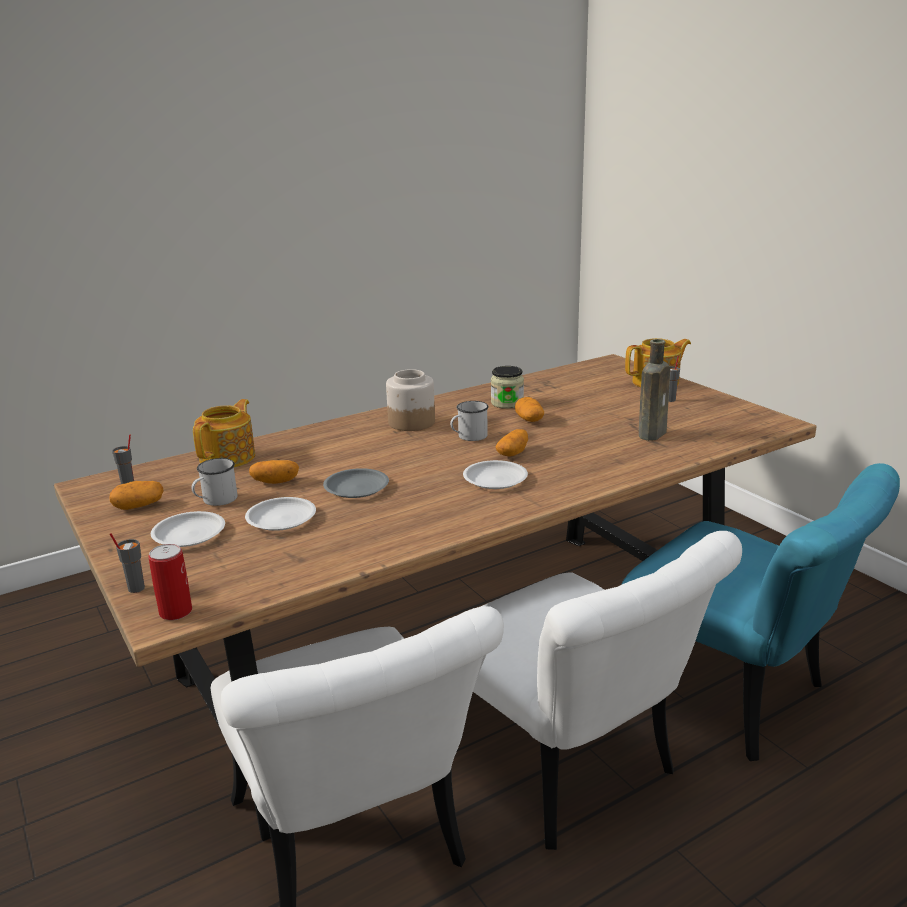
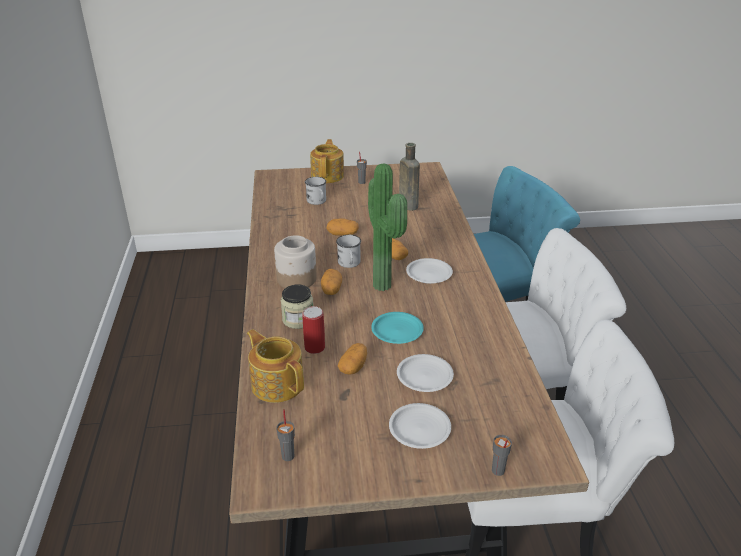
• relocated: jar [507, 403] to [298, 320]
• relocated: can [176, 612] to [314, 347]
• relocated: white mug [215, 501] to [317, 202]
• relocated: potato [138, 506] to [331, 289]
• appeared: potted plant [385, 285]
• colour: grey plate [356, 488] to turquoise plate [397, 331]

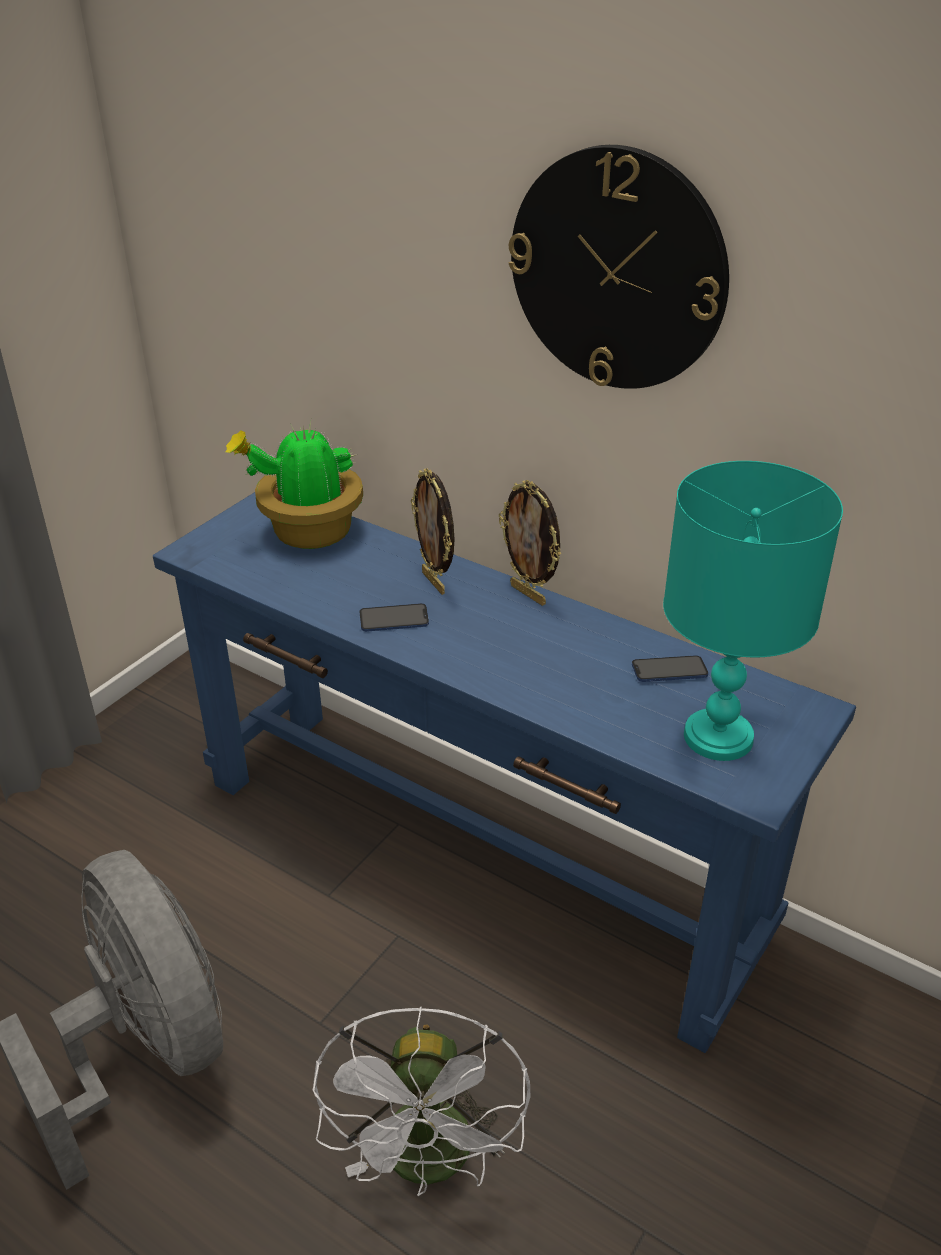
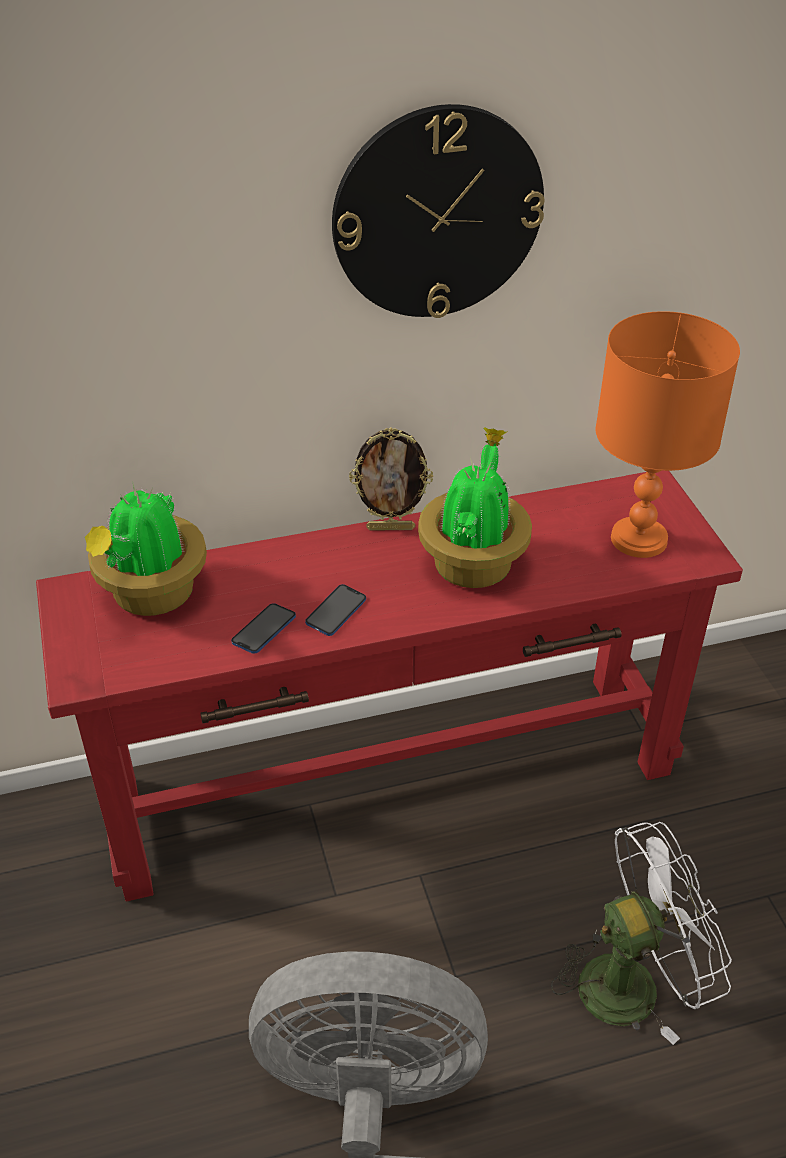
• colour: blue console table [474, 856] to red console table [391, 780]
• relocated: phone [669, 670] to [264, 630]
• appeared: potted plant [473, 562]
• spun: white fan [430, 1164] = [632, 981] 60 degrees counterclockwise
• colour: turquoise table lamp [719, 736] to orange table lamp [638, 538]
• missing: picture frame [435, 582]

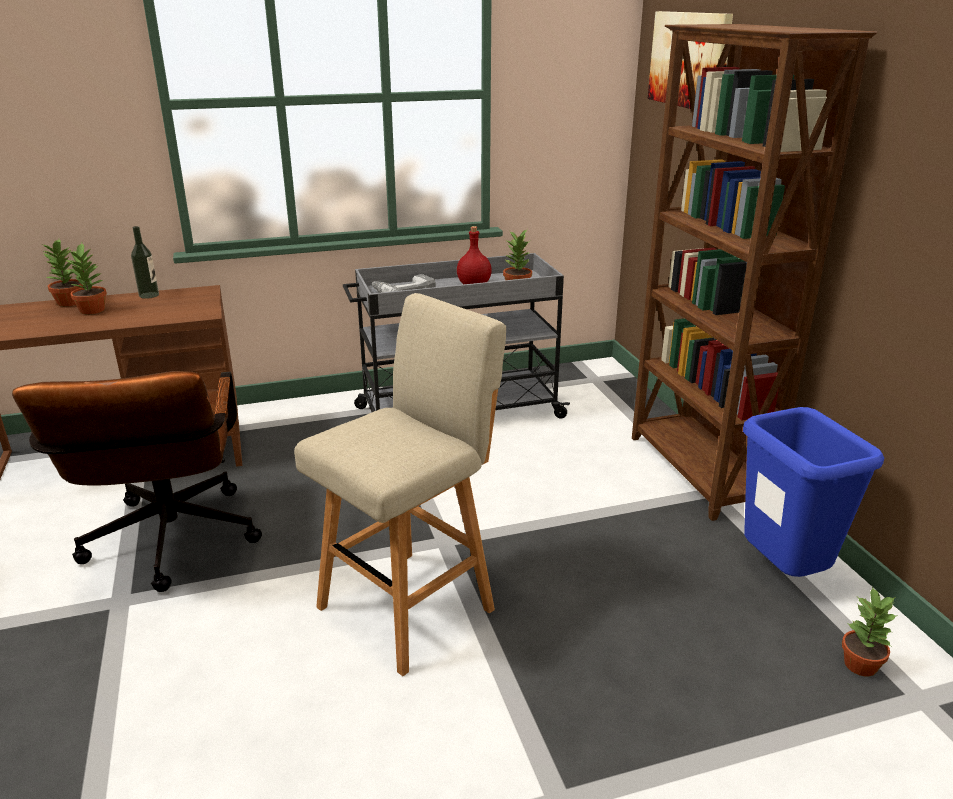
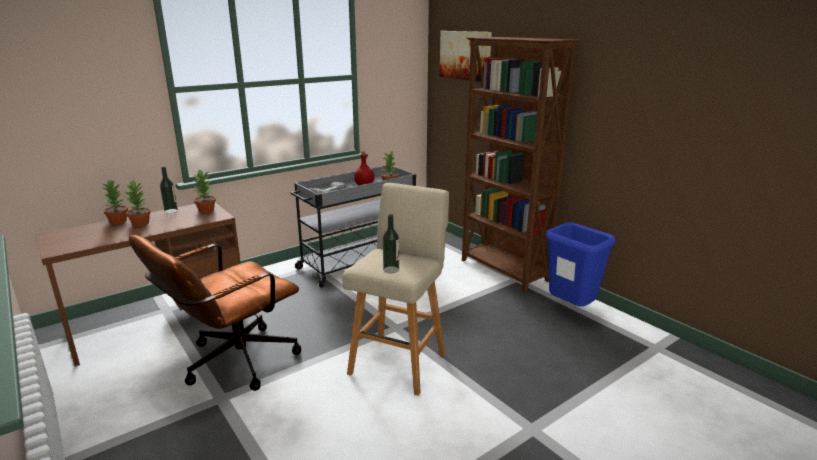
• spun: brown office chair [170, 547] = [232, 363] 75 degrees clockwise
• relocated: potted plant [861, 664] to [206, 210]
• appeared: bottle [391, 269]

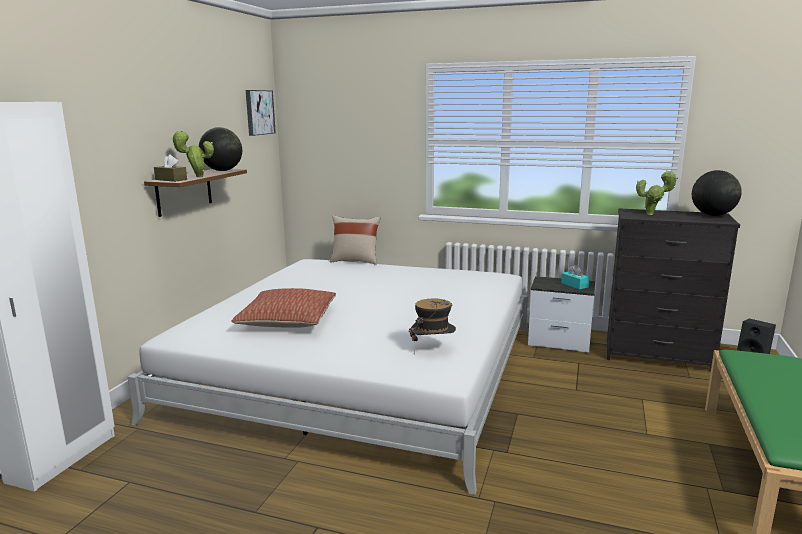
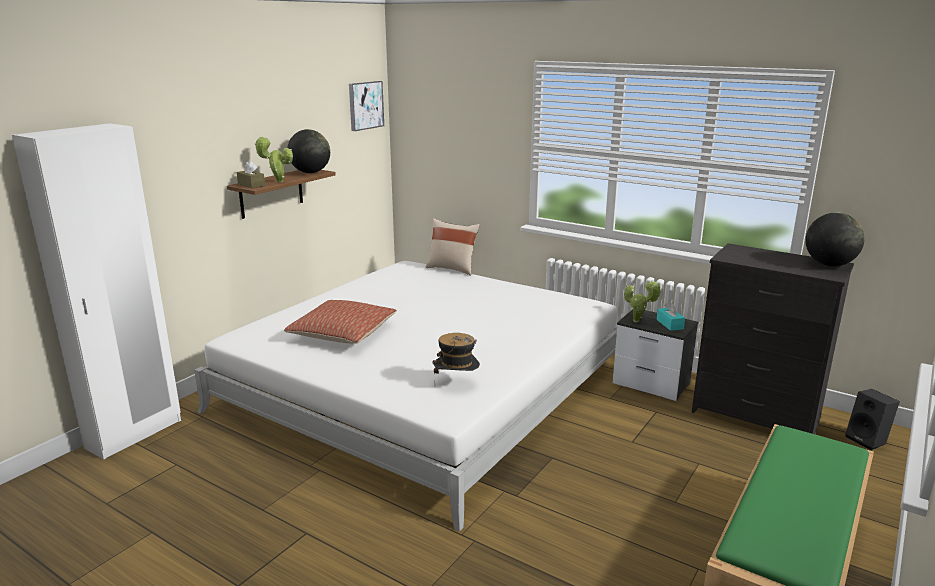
• relocated: potted plant [652, 214] to [638, 321]

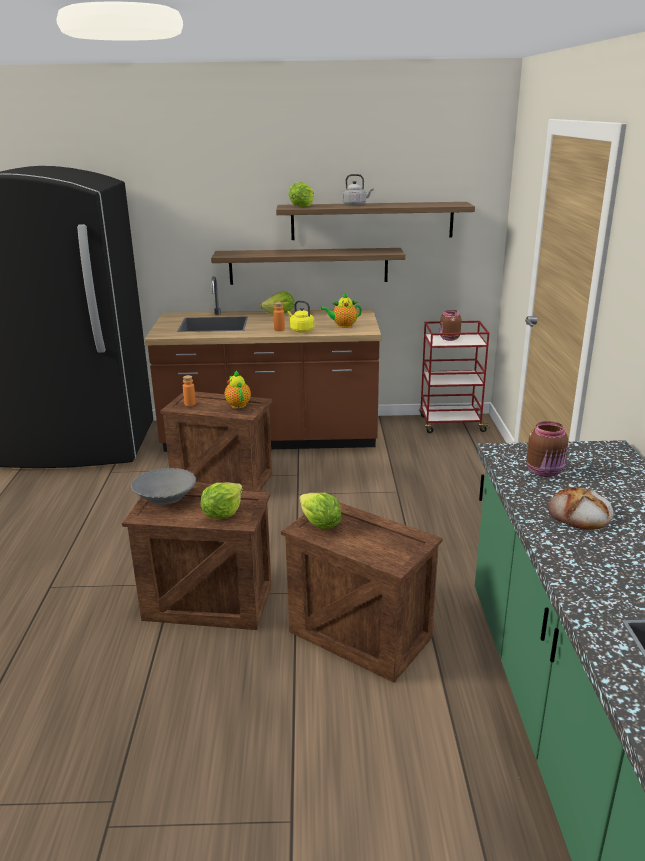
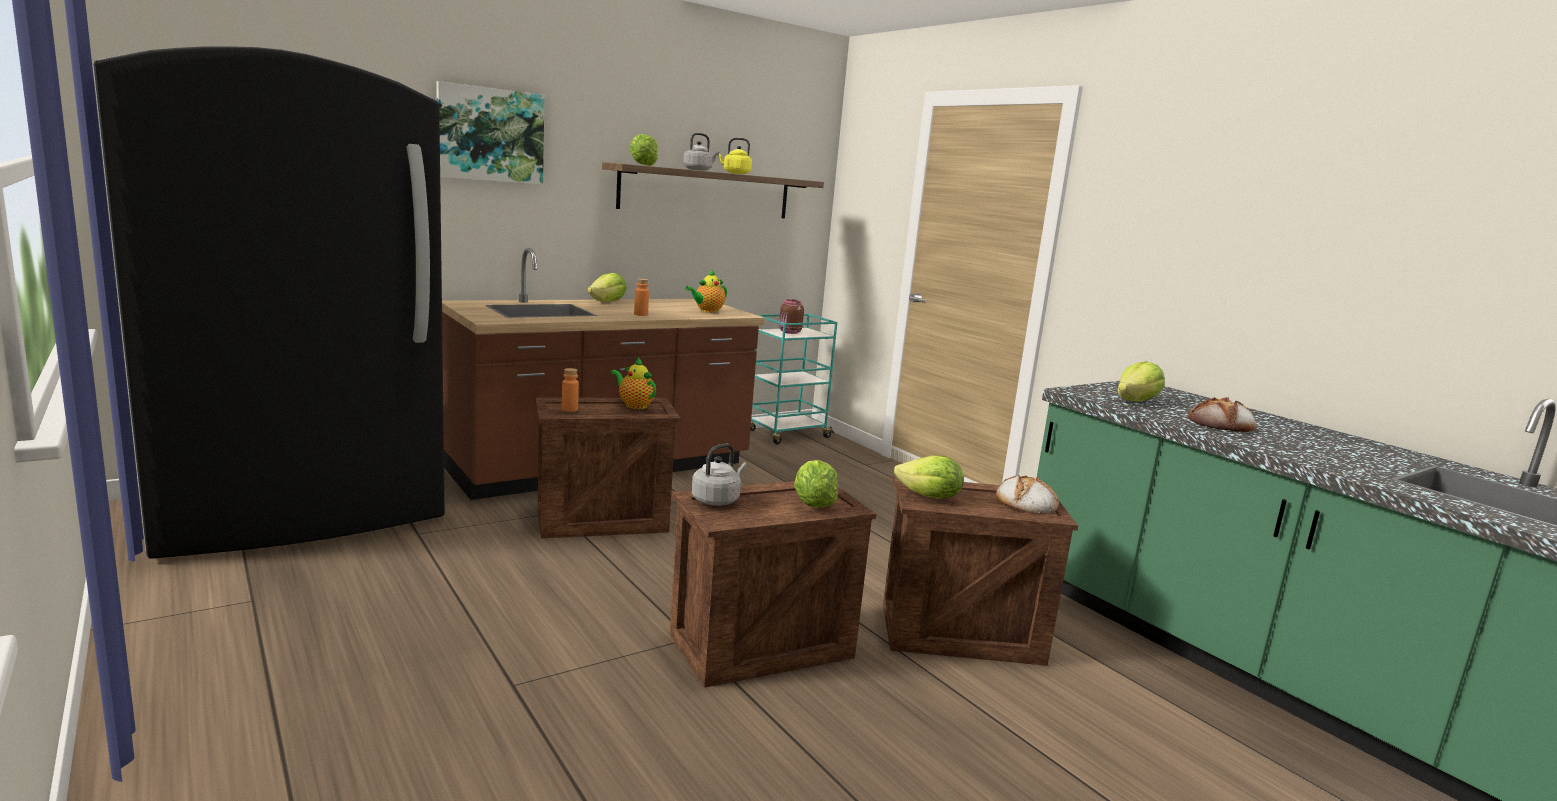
• appeared: picture [490, 135]
• exchanged: grey bowl [165, 498] to grey kettle [717, 500]
• relocated: yellow kettle [300, 330] to [735, 173]
• colour: red cart [450, 424] to turquoise cart [787, 434]
• appeared: bread [1025, 502]
• exchanged: brown jar [545, 472] to lettuce [1136, 401]
• missing: shelf [308, 266]

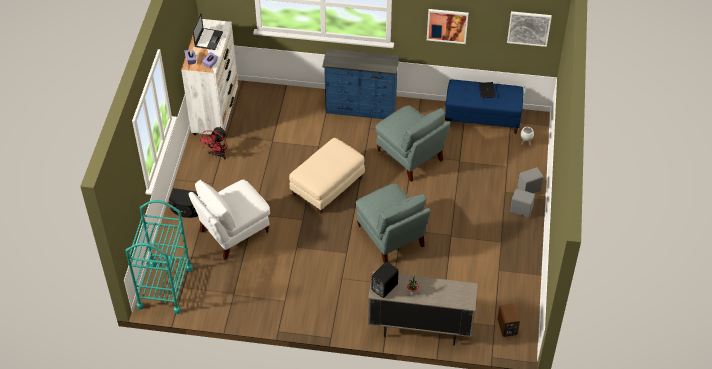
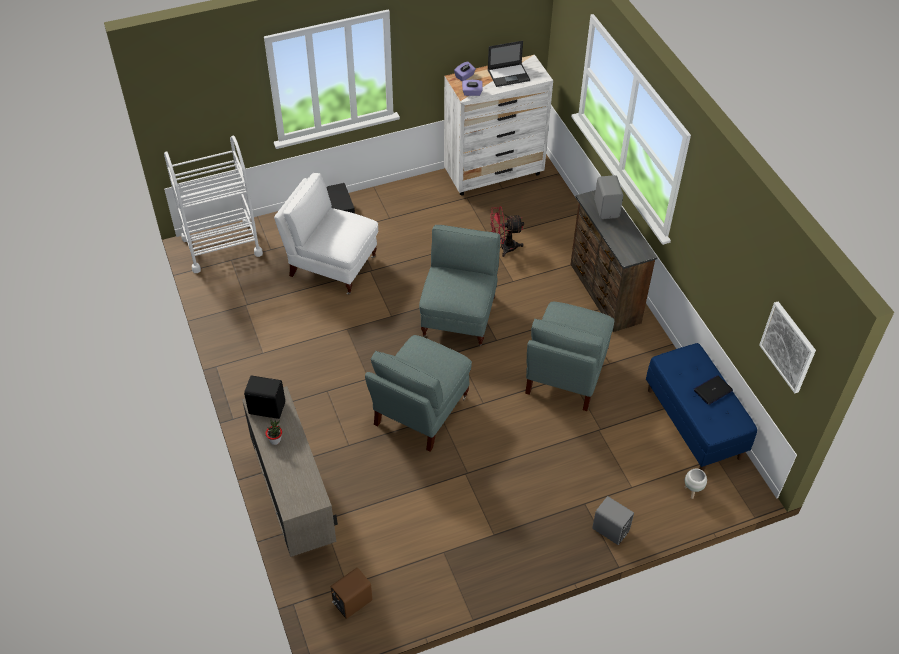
• colour: turquoise cart [165, 287] to white cart [222, 246]
• exchanged: beige ottoman [328, 185] to grey armchair [459, 316]
• relocated: red fan [217, 155] to [503, 247]
• colour: blue dresser [361, 109] to brown dresser [604, 294]
• relocated: grey speaker [521, 210] to [607, 208]
• missing: picture [447, 25]

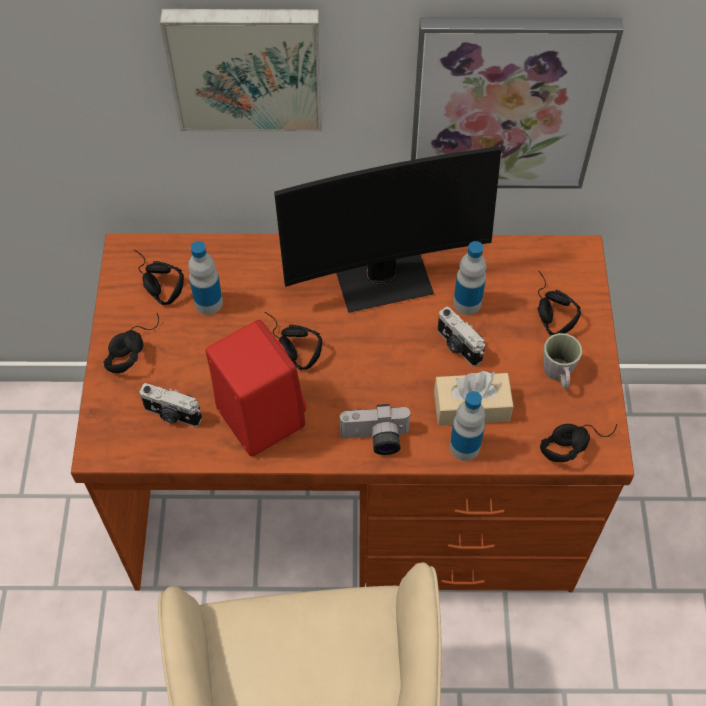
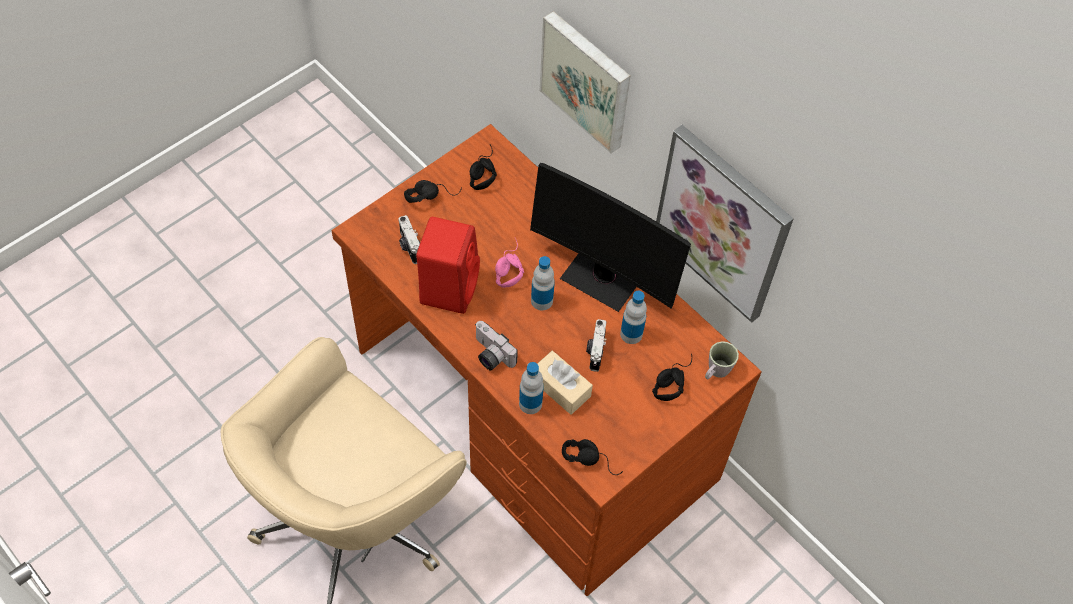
• colour: black headphones [287, 346] to pink headphones [507, 266]
• relocated: bottle [208, 302] to [542, 301]
• relocated: grey mug [558, 375] to [716, 372]

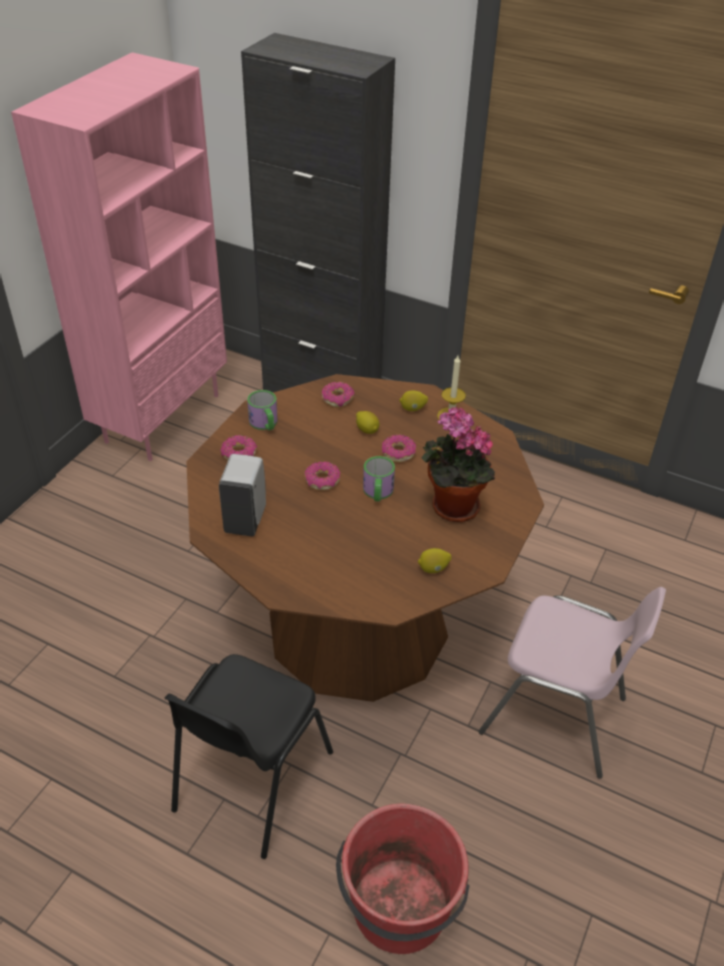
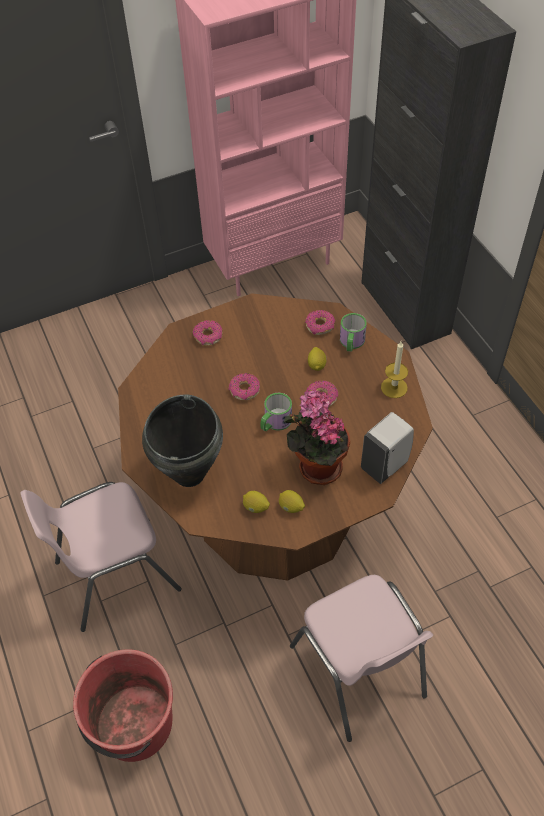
• colour: black chair [250, 781] to pink chair [115, 574]
• appeared: black cooking pot [190, 473]
• relocated: lemon [412, 409] to [291, 507]
• relocated: mug [265, 424] to [351, 343]
• relocated: white soap dispenser [246, 519] to [385, 465]

